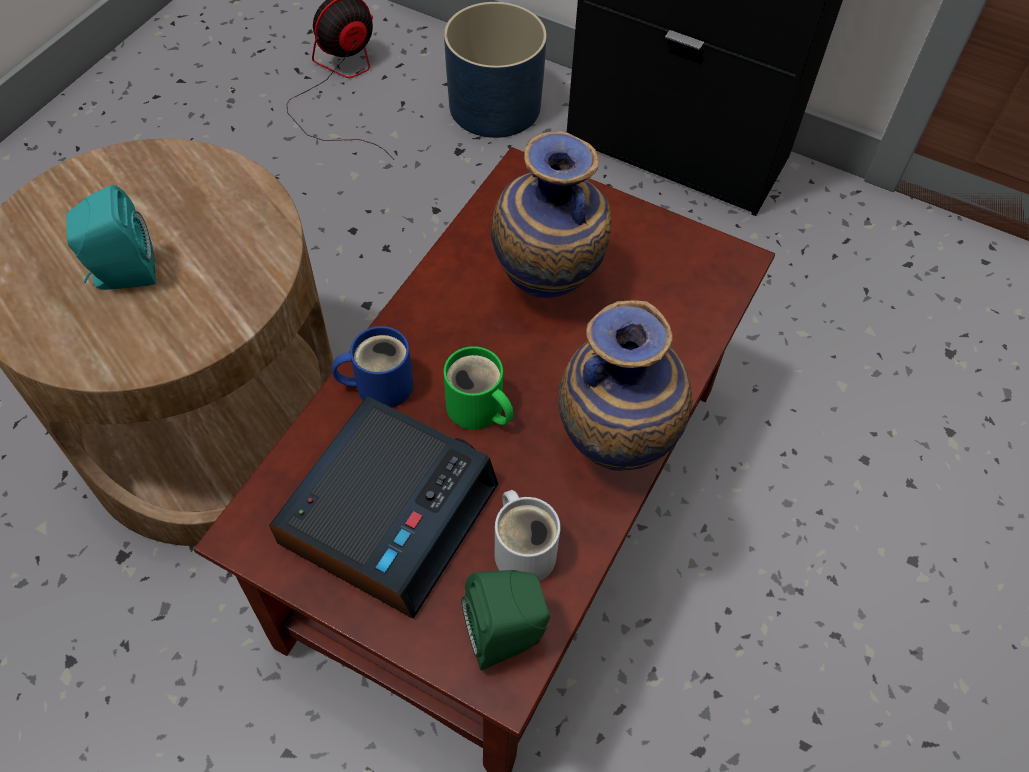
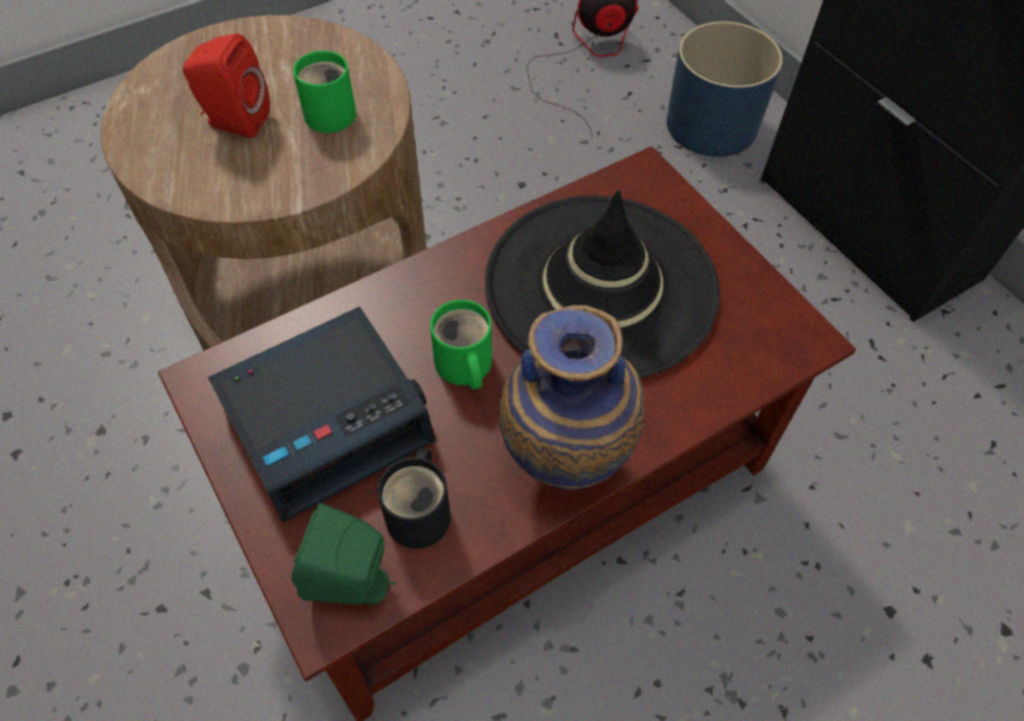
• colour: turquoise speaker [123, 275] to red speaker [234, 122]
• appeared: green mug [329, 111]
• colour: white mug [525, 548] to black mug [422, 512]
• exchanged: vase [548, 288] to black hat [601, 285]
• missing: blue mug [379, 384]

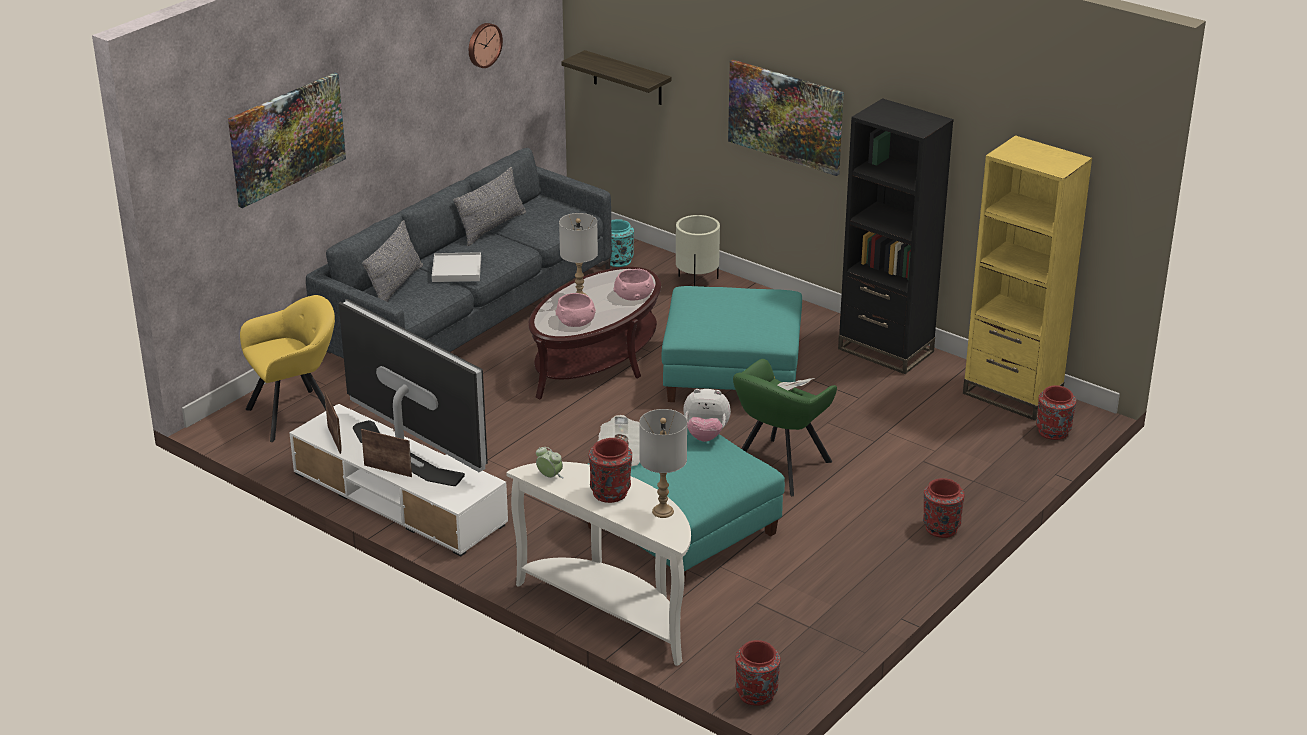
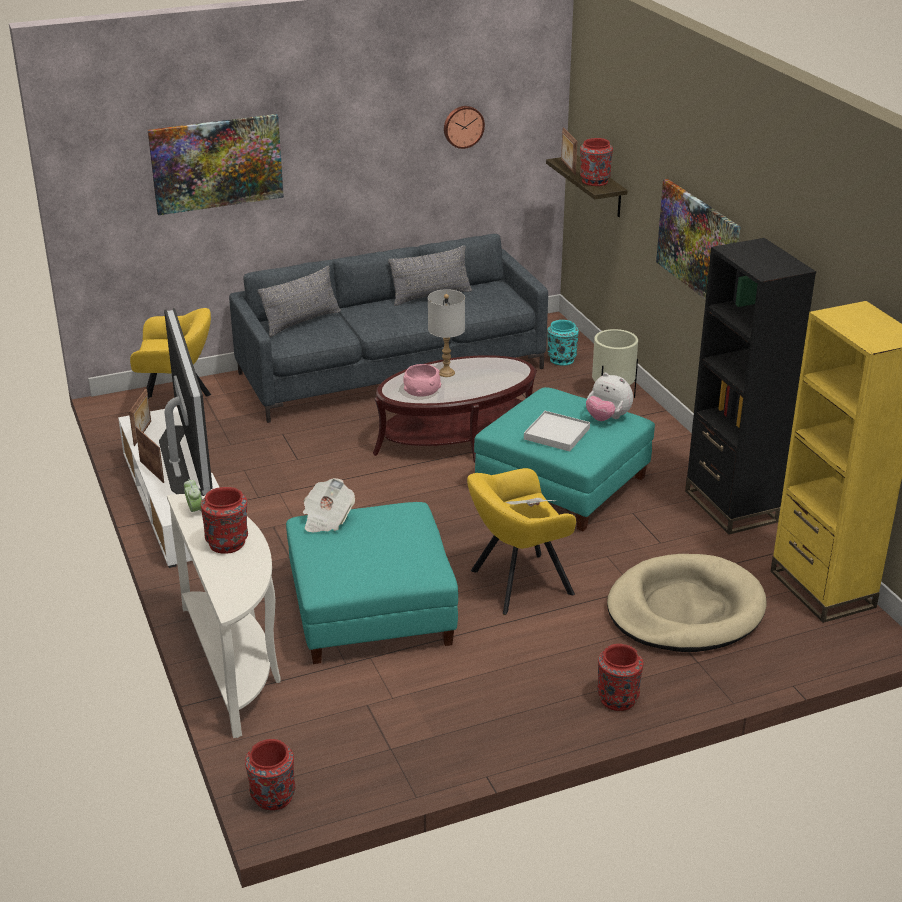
• colour: green armchair [777, 468] to yellow armchair [516, 583]
• relocated: white tray [457, 270] to [557, 434]
• appeared: picture frame [567, 167]
• relocated: red vase [1053, 432] to [594, 182]
• relocated: plush toy [705, 436] to [607, 418]
• appeared: beige dog bed [685, 610]
• missing: pink bowl [634, 295]
• missing: grey table lamp [662, 511]

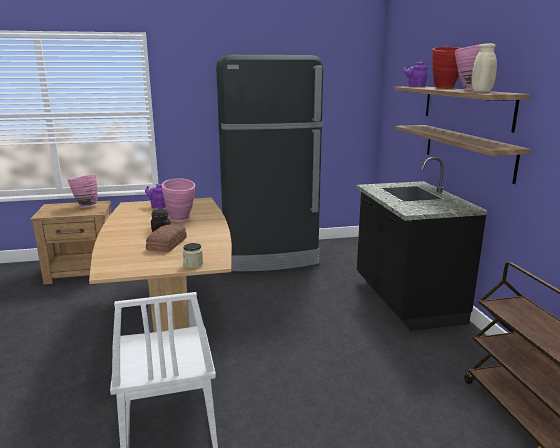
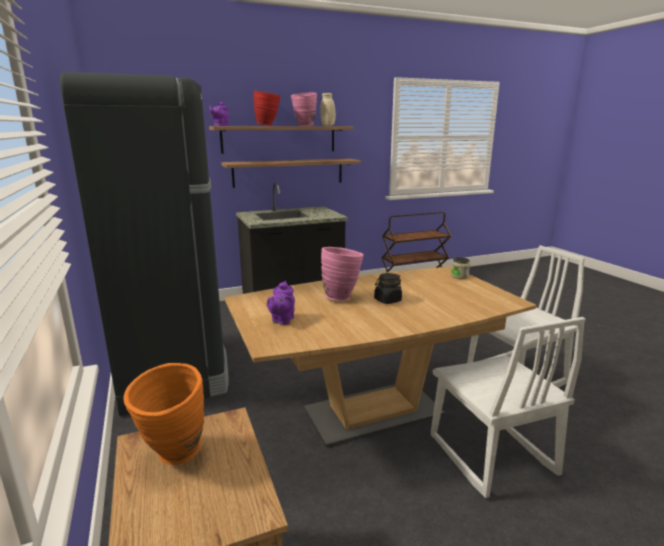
• colour: pink vase [85, 206] to orange vase [173, 457]
• appeared: white chair [490, 455]
• missing: bread [168, 244]

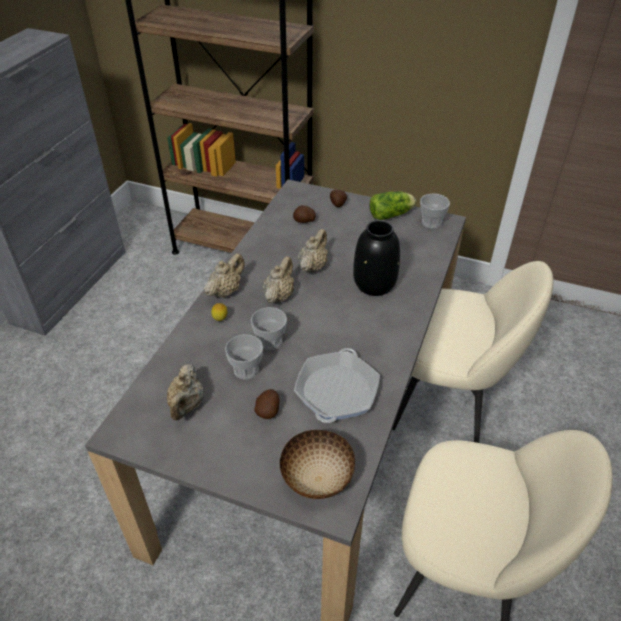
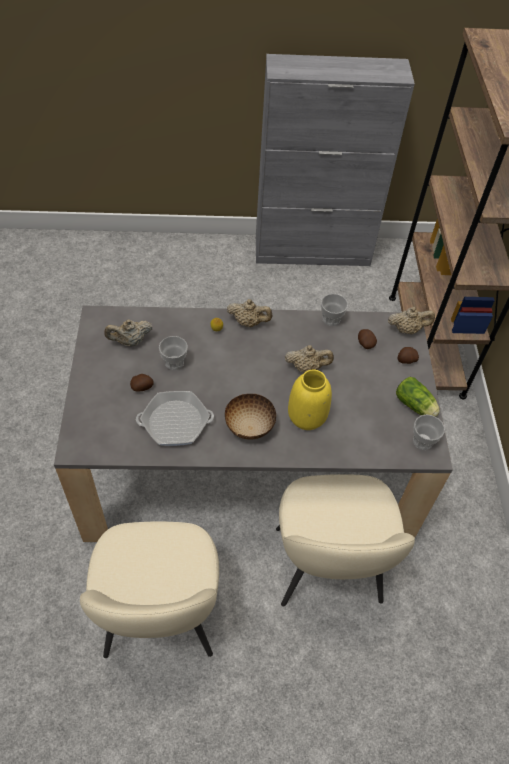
• relocated: bowl [316, 479] to [249, 426]
• colour: black vase [375, 285] to yellow vase [306, 417]
• relocated: cup [270, 341] to [331, 319]
• relocated: beige teapot [279, 296] to [407, 329]

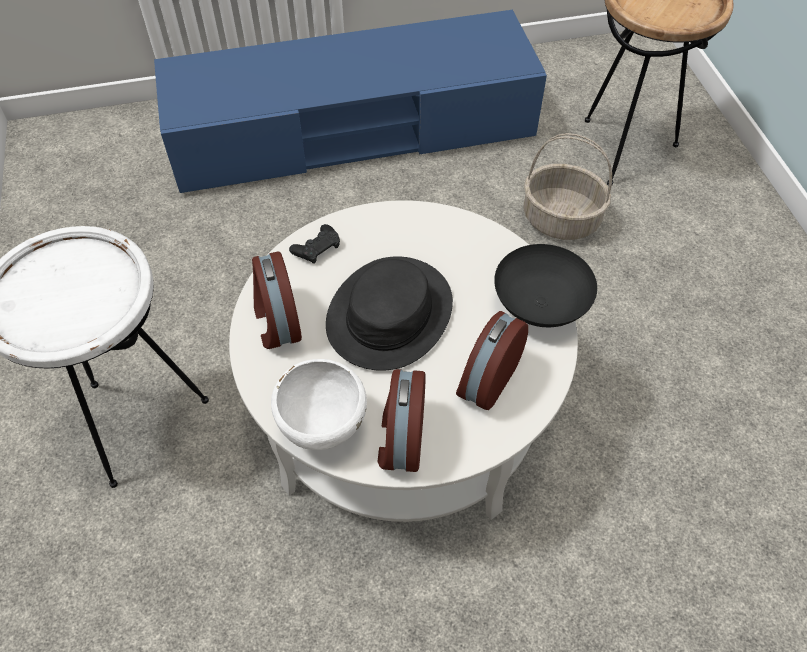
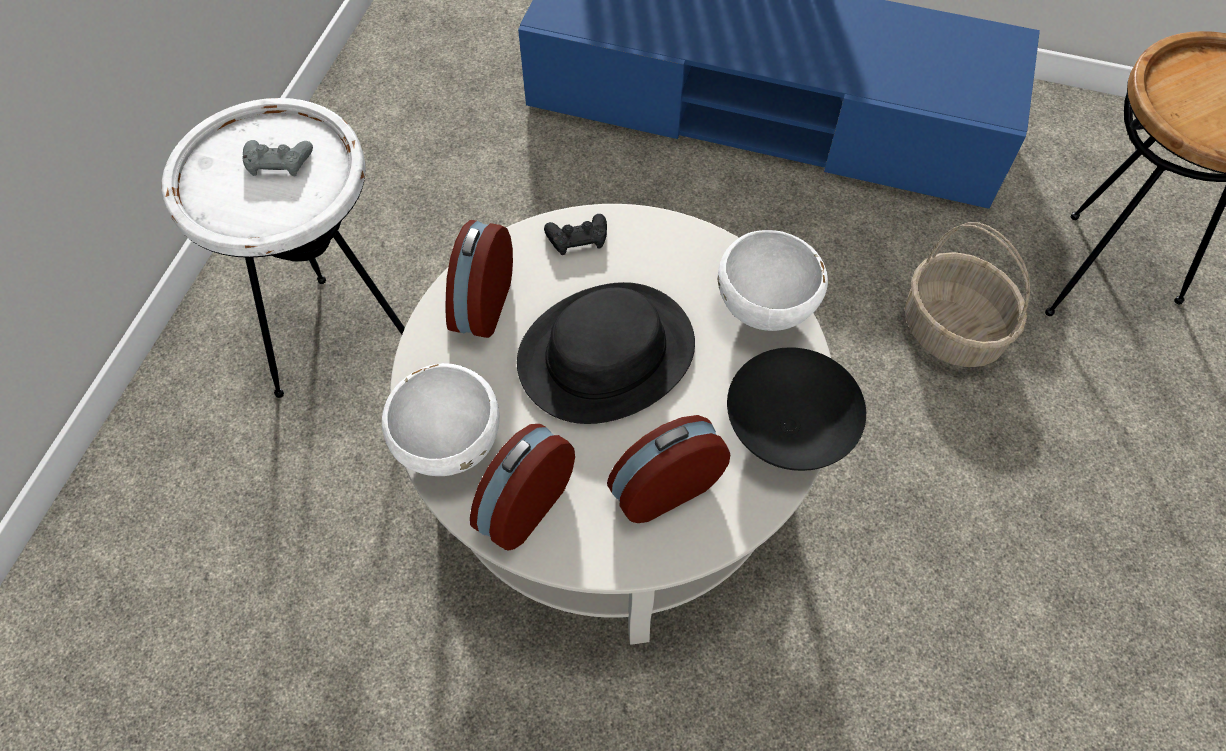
• appeared: grey game controller [278, 162]
• appeared: white bowl [765, 311]

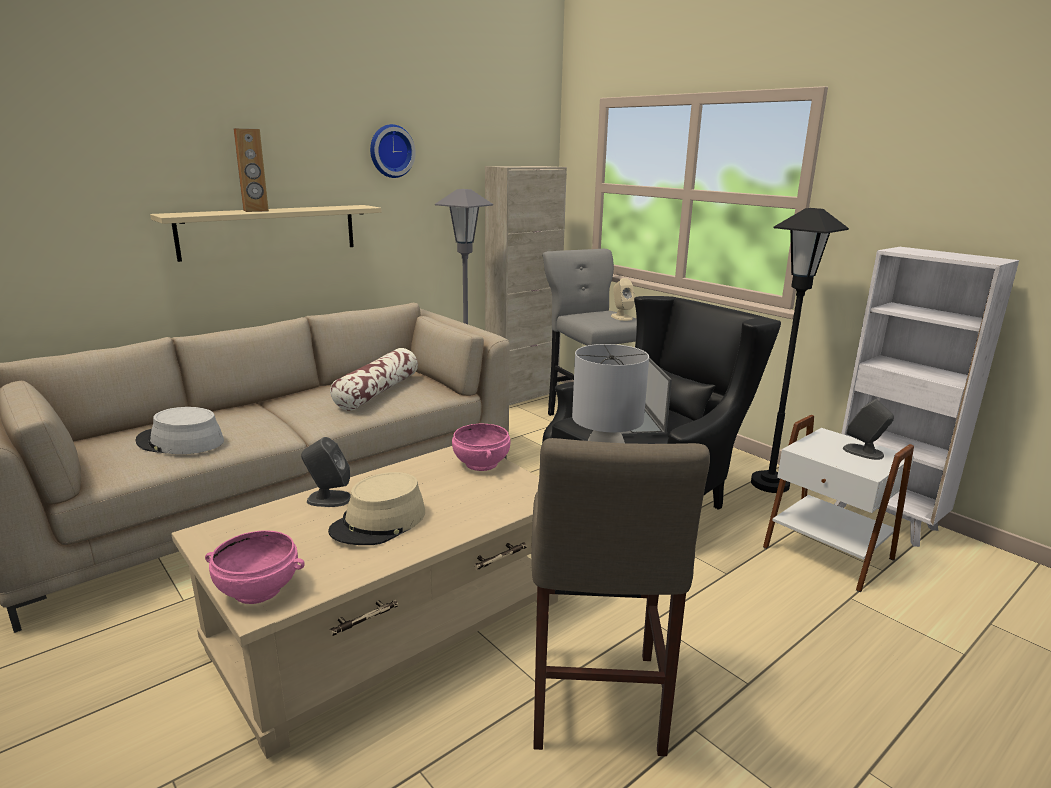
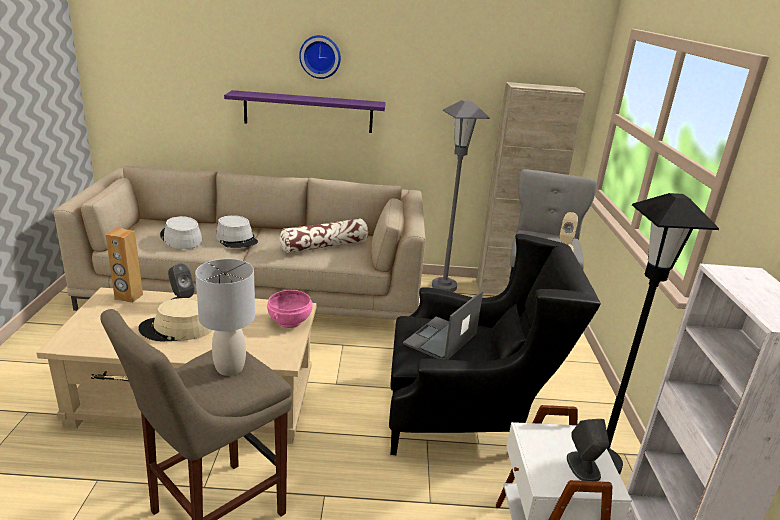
• relocated: brown speaker [256, 210] to [128, 297]
• appeared: grey hat [237, 239]
• colour: beige shelf [269, 231] to purple shelf [308, 112]
• relocated: wall clock [390, 151] to [320, 56]
• missing: pink bowl [257, 590]

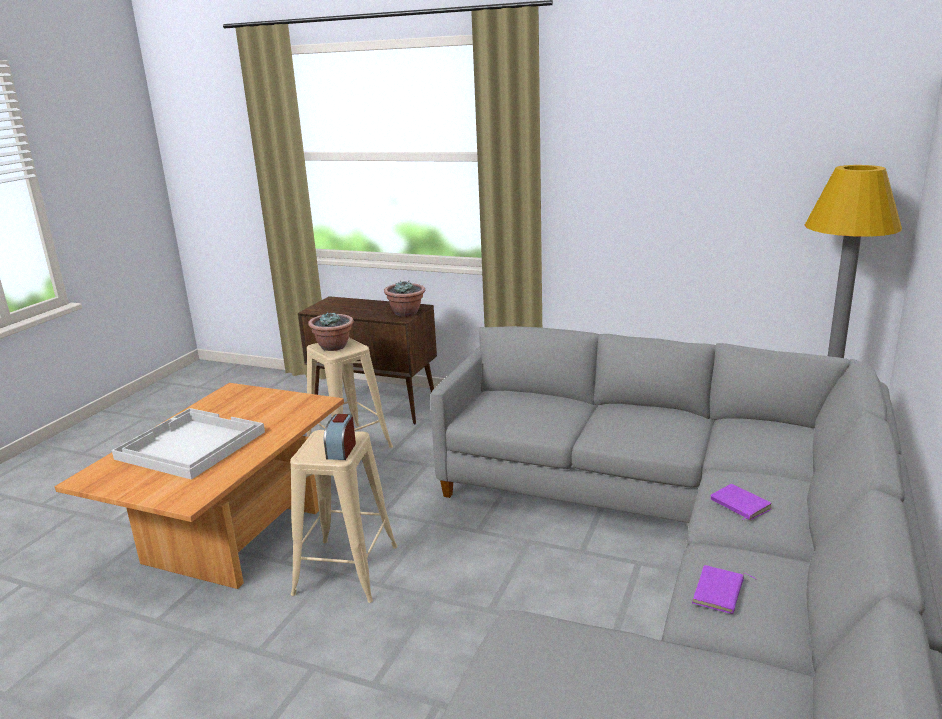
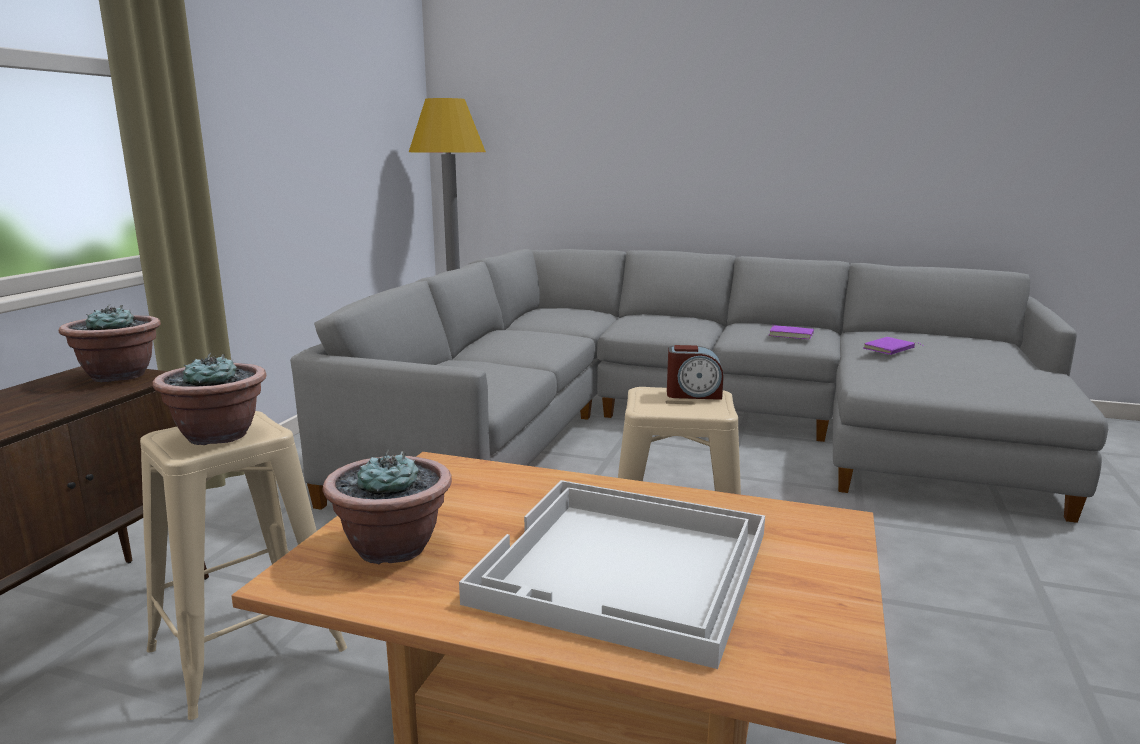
• appeared: potted plant [392, 547]
• relocated: purple book [739, 505] to [890, 349]

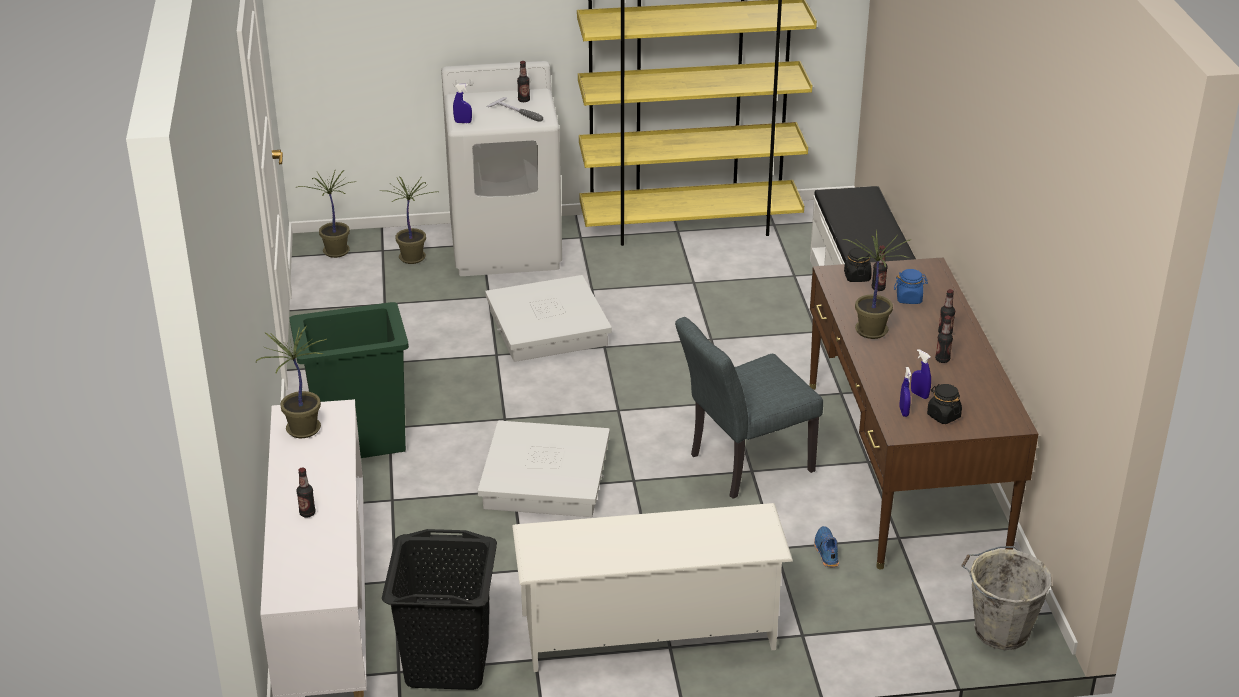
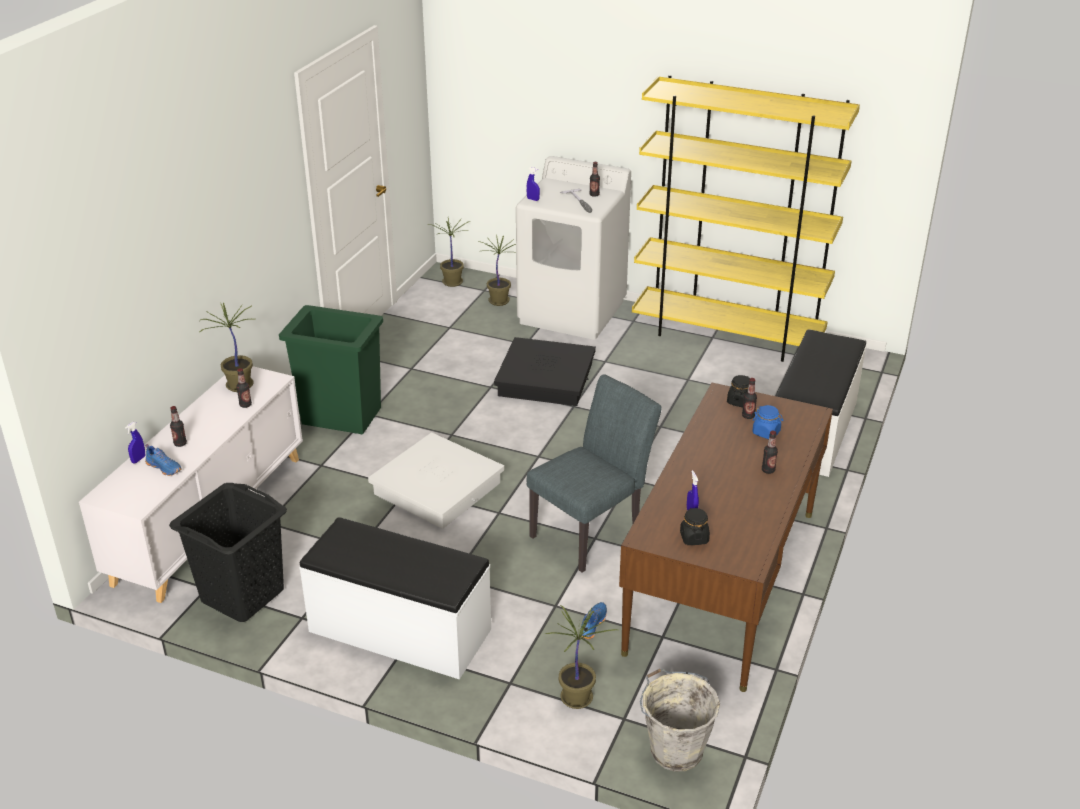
• relocated: blue spray bottle [903, 412] to [138, 459]
• appeared: blue shoe [165, 467]
• relocated: bottle [942, 359] to [245, 405]
• exchanged: white shoe rack [649, 631] to white bench [399, 631]
• colour: white storage box [548, 328] to black storage box [545, 379]
• spun: grey chair [743, 465] = [592, 531] 135 degrees clockwise
• relocated: potted plant [870, 330] to [576, 697]

